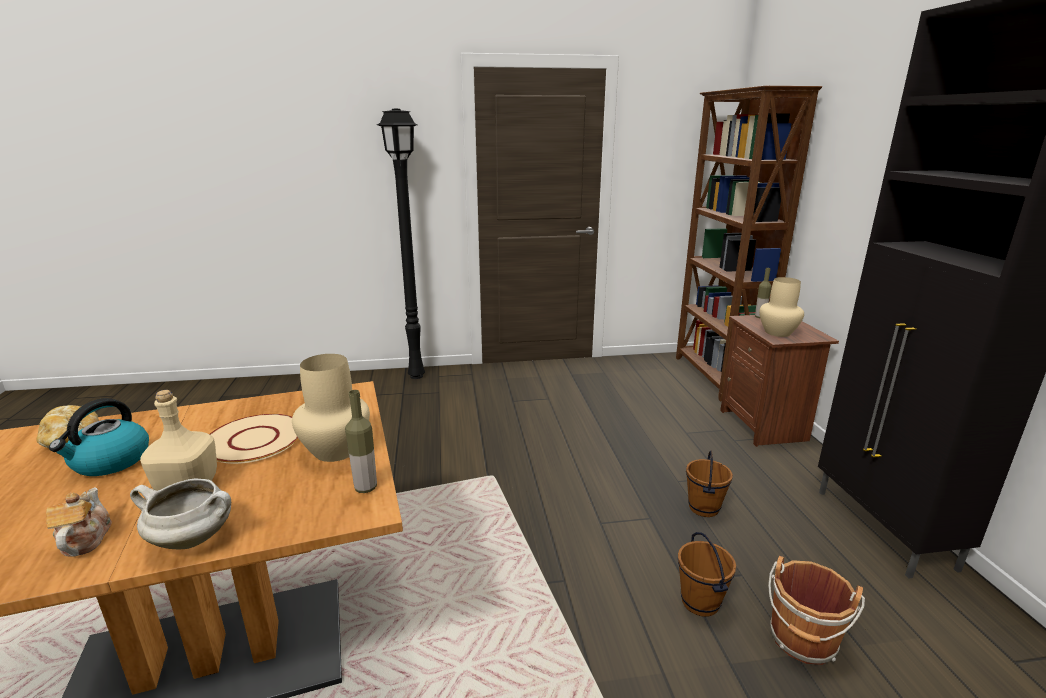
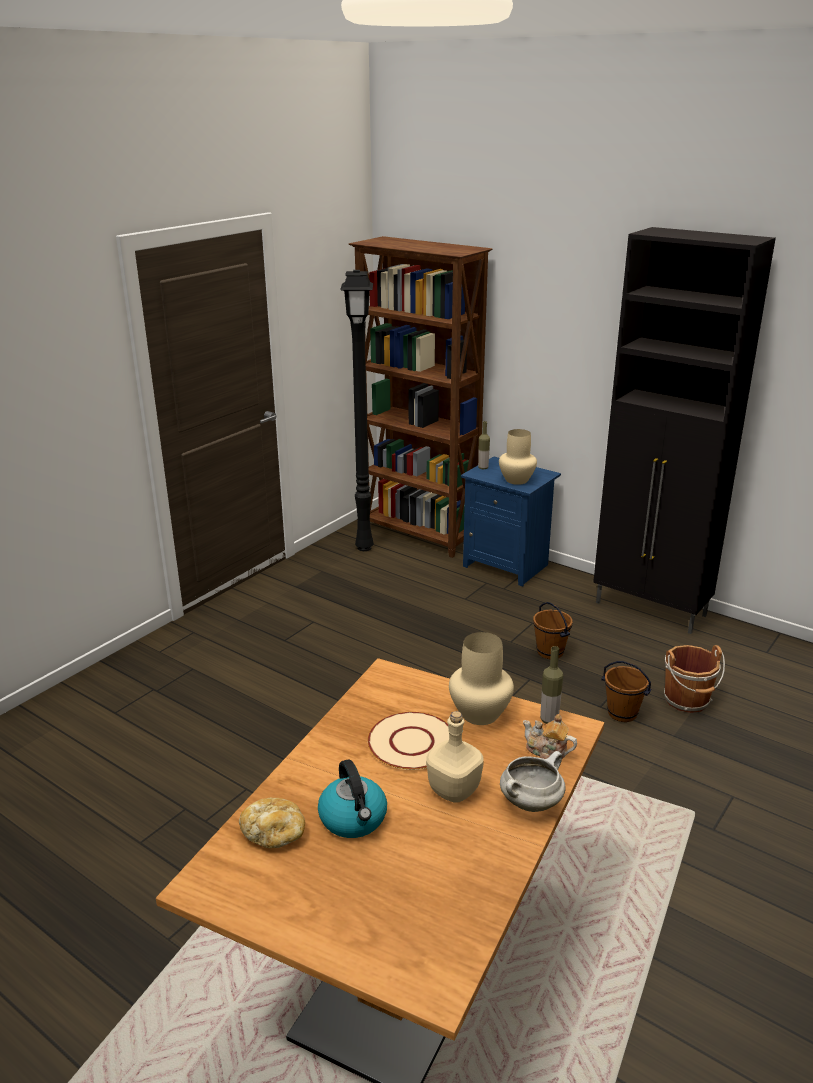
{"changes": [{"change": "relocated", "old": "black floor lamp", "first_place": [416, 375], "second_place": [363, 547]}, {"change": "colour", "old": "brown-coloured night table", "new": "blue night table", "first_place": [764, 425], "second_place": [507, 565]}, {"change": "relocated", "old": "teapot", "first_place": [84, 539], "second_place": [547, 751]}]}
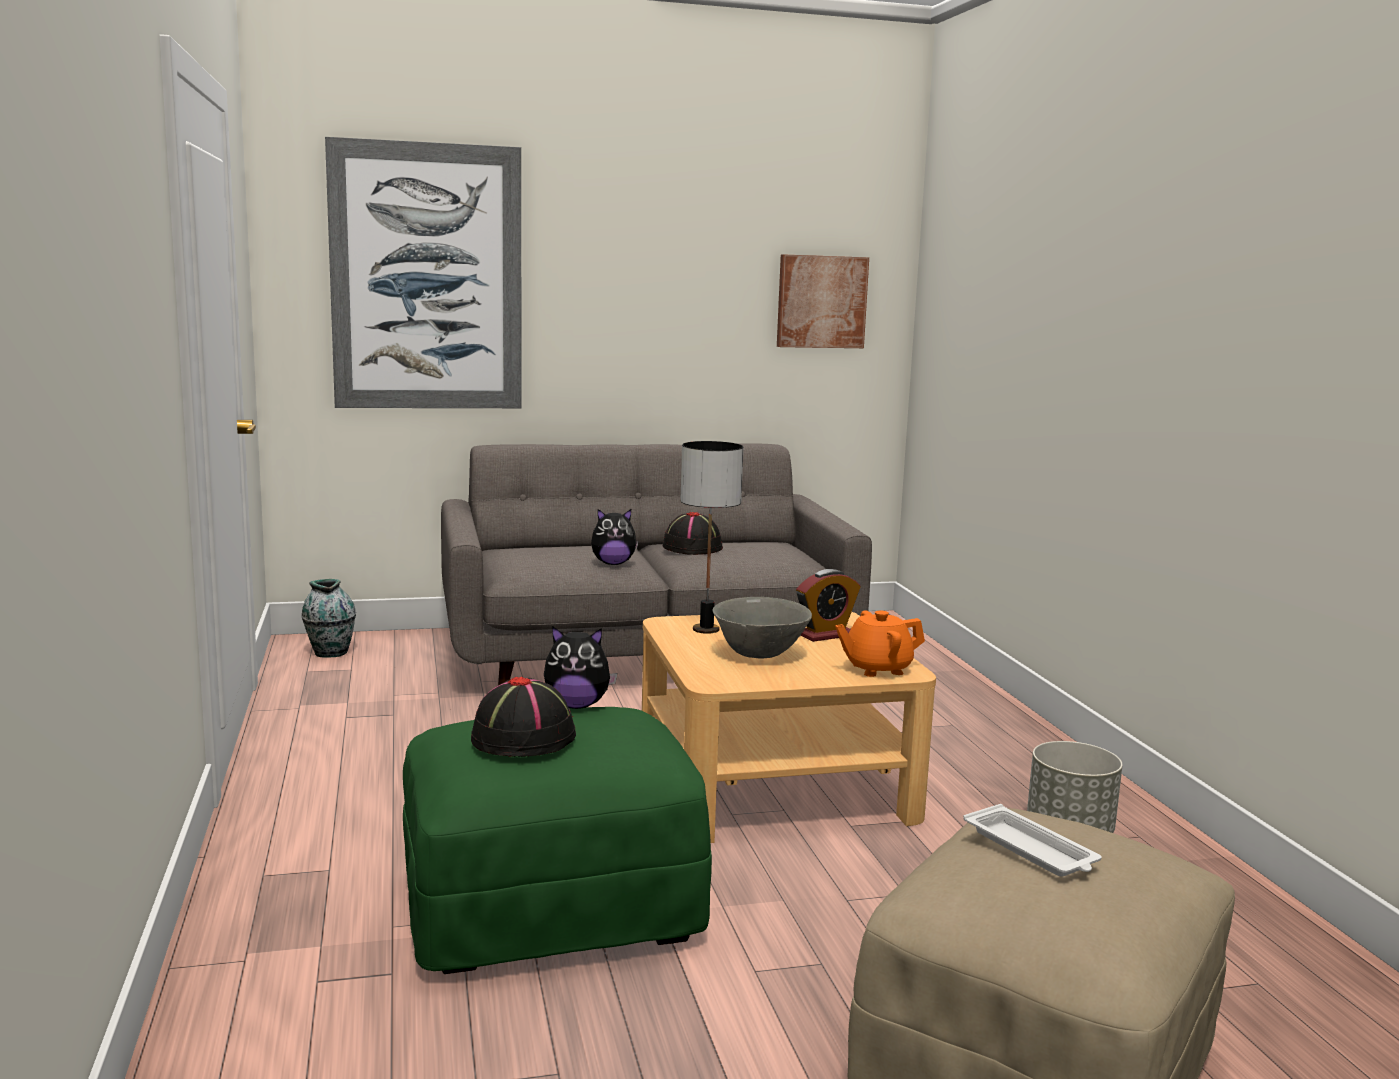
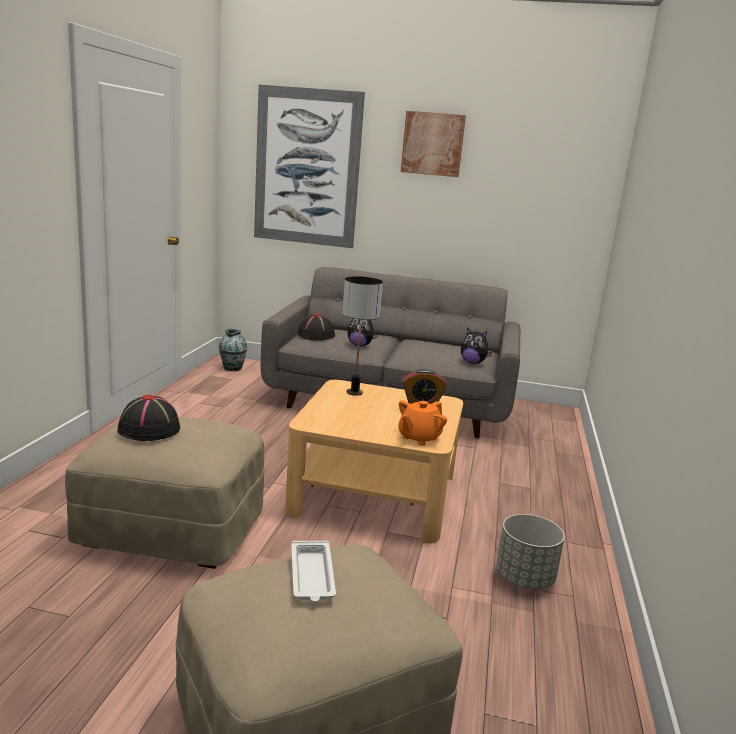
{"changes": [{"change": "colour", "old": "greenish footrest", "new": "beige footrest", "first_place": [552, 906], "second_place": [173, 527]}, {"change": "relocated", "old": "black clothing hat", "first_place": [693, 547], "second_place": [316, 335]}, {"change": "spun", "old": "orange teapot", "first_place": [877, 669], "second_place": [419, 438], "degrees": -60}, {"change": "relocated", "old": "wall picture", "first_place": [821, 301], "second_place": [432, 144]}, {"change": "relocated", "old": "plush toy", "first_place": [577, 705], "second_place": [473, 362]}, {"change": "missing", "old": "grey bowl", "first_place": [760, 655]}]}
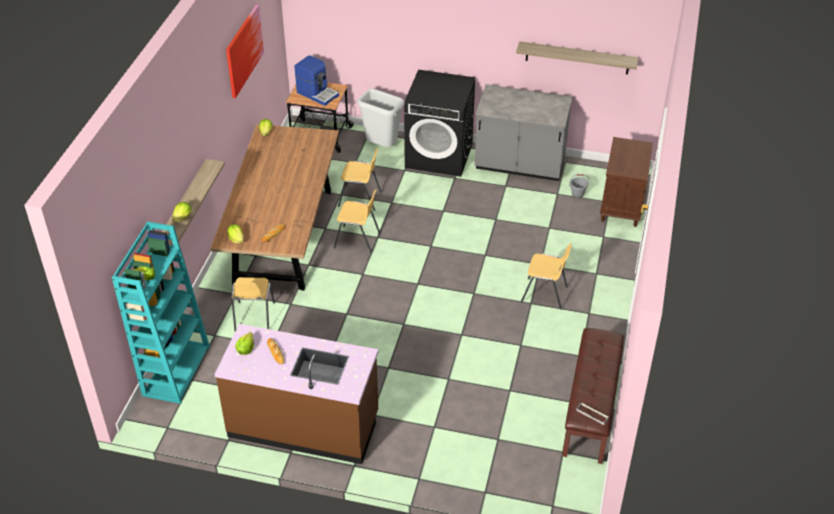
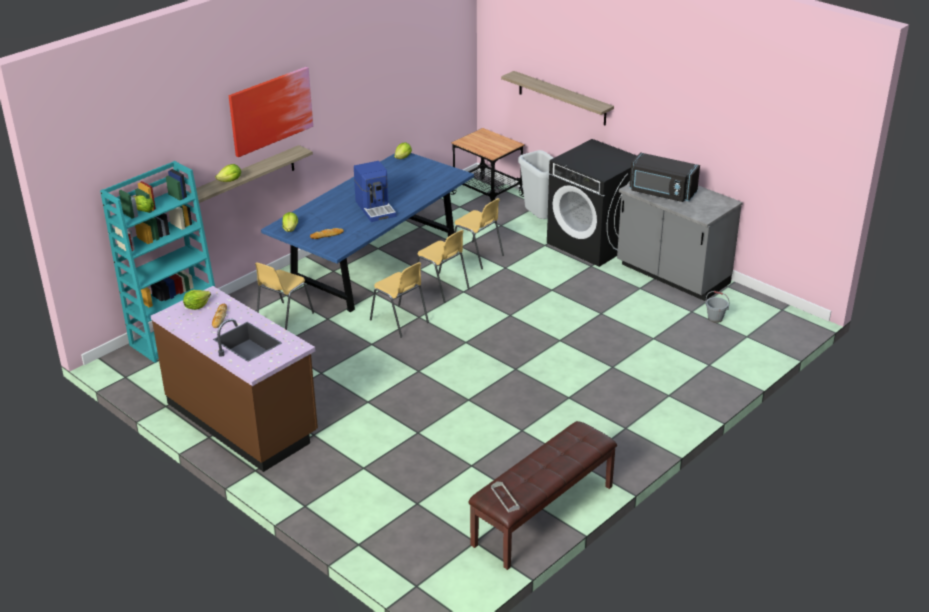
{"changes": [{"change": "relocated", "old": "wall picture", "first_place": [243, 50], "second_place": [270, 110]}, {"change": "colour", "old": "brown-coloured dinner table", "new": "blue dinner table", "first_place": [283, 235], "second_place": [374, 263]}, {"change": "relocated", "old": "coffee maker", "first_place": [317, 93], "second_place": [376, 208]}, {"change": "relocated", "old": "yellowish plain chair", "first_place": [545, 294], "second_place": [400, 321]}, {"change": "relocated", "old": "bracket shelf", "first_place": [577, 58], "second_place": [562, 98]}, {"change": "appeared", "new": "black microwave oven", "second_place": [661, 193]}, {"change": "missing", "old": "brown-coloured night table", "first_place": [622, 207]}]}
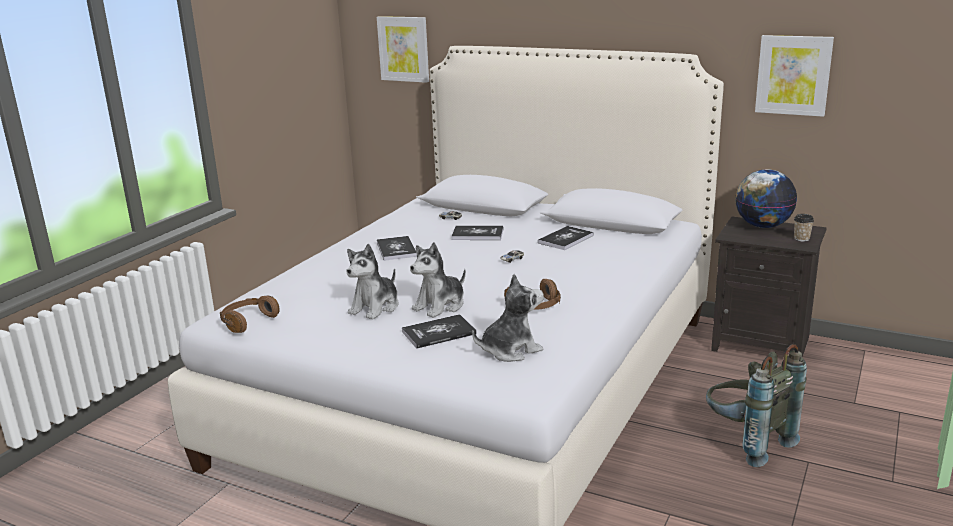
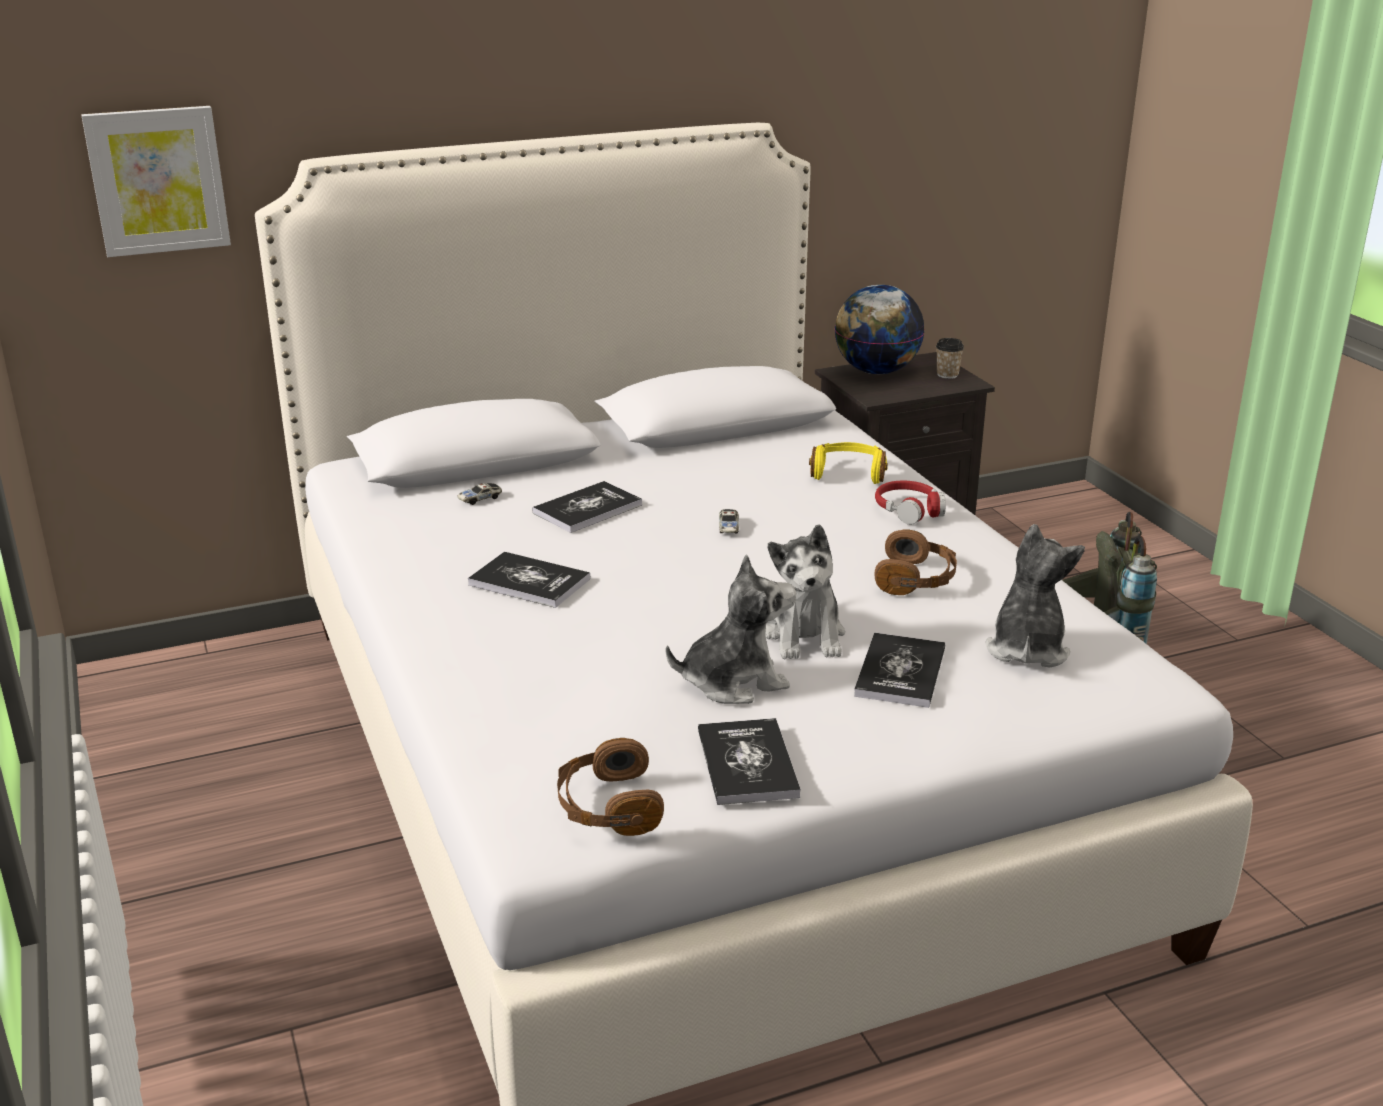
{"changes": [{"change": "spun", "old": "plush toy", "first_place": [375, 307], "second_place": [733, 682], "degrees": -90}, {"change": "relocated", "old": "bound book", "first_place": [565, 239], "second_place": [747, 763]}, {"change": "appeared", "new": "yellowish headset", "second_place": [848, 473]}, {"change": "appeared", "new": "red headset", "second_place": [909, 510]}, {"change": "missing", "old": "wall picture", "first_place": [793, 75]}]}
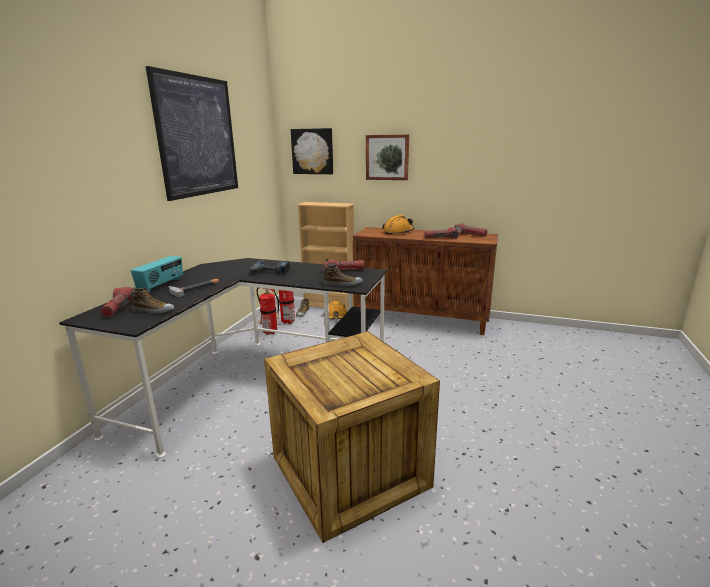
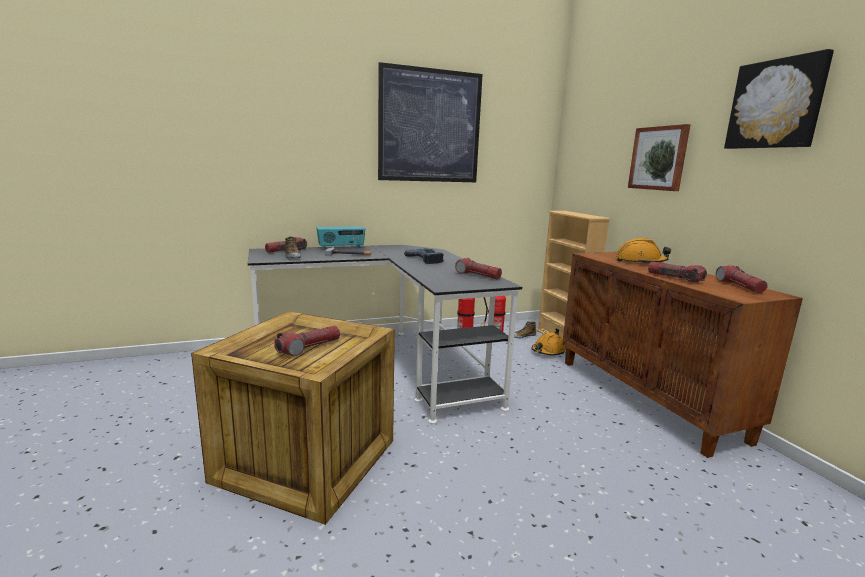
{"changes": [{"change": "appeared", "new": "hand torch", "second_place": [309, 348]}, {"change": "relocated", "old": "wall picture", "first_place": [313, 151], "second_place": [776, 104]}, {"change": "missing", "old": "low shoe", "first_place": [343, 284]}]}
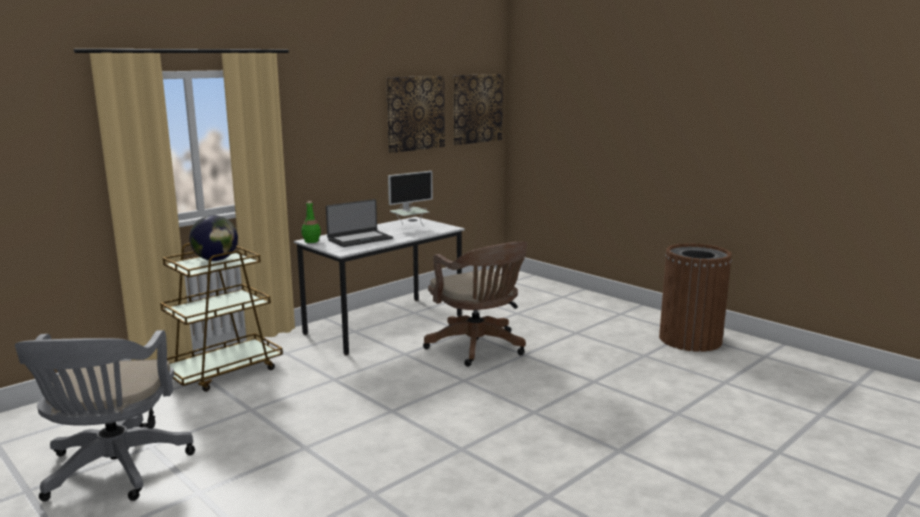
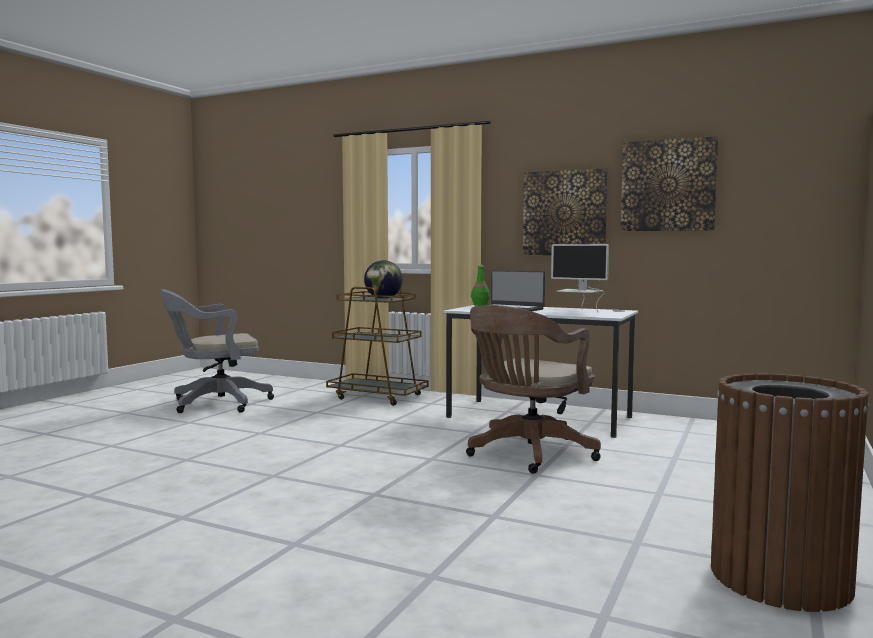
{"changes": [{"change": "relocated", "old": "wall picture", "first_place": [477, 108], "second_place": [564, 213]}]}
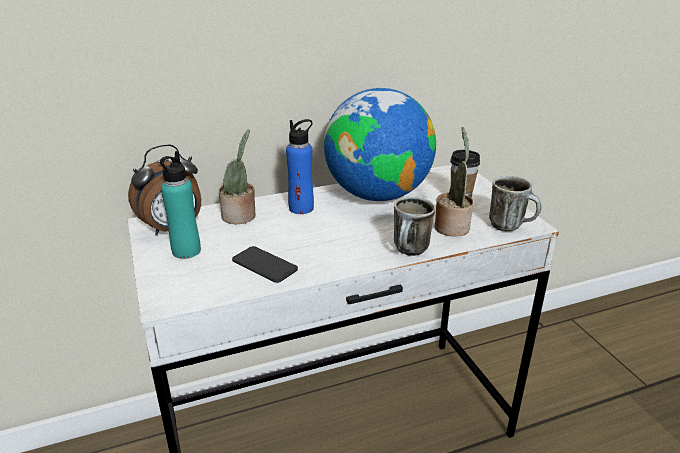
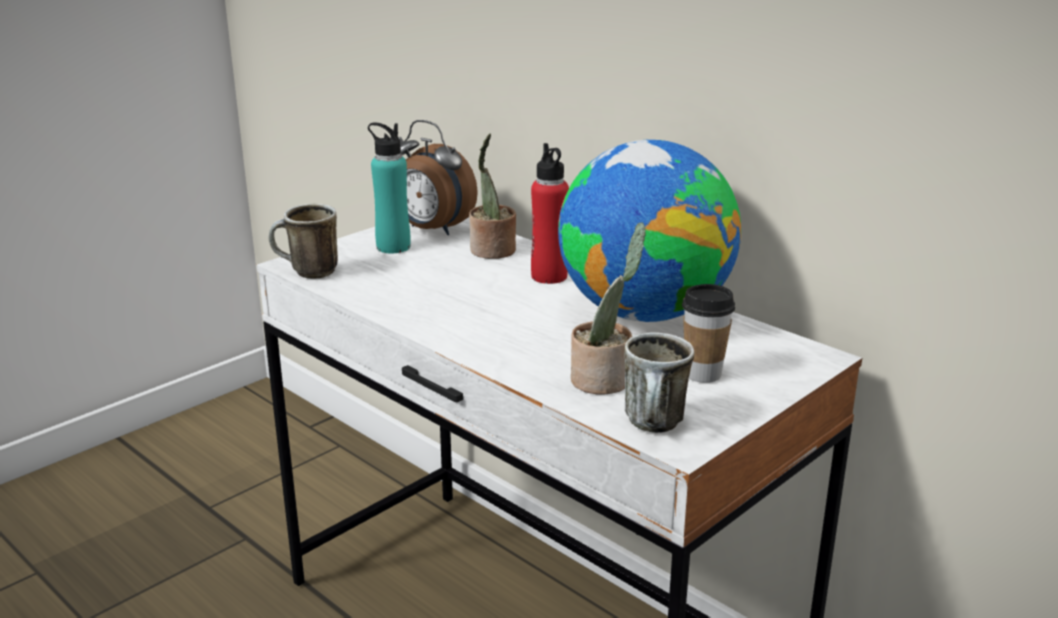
{"changes": [{"change": "relocated", "old": "coffee mug", "first_place": [411, 252], "second_place": [307, 273]}, {"change": "colour", "old": "blue drink bottle", "new": "red drink bottle", "first_place": [301, 208], "second_place": [549, 276]}, {"change": "missing", "old": "telephone", "first_place": [264, 265]}]}
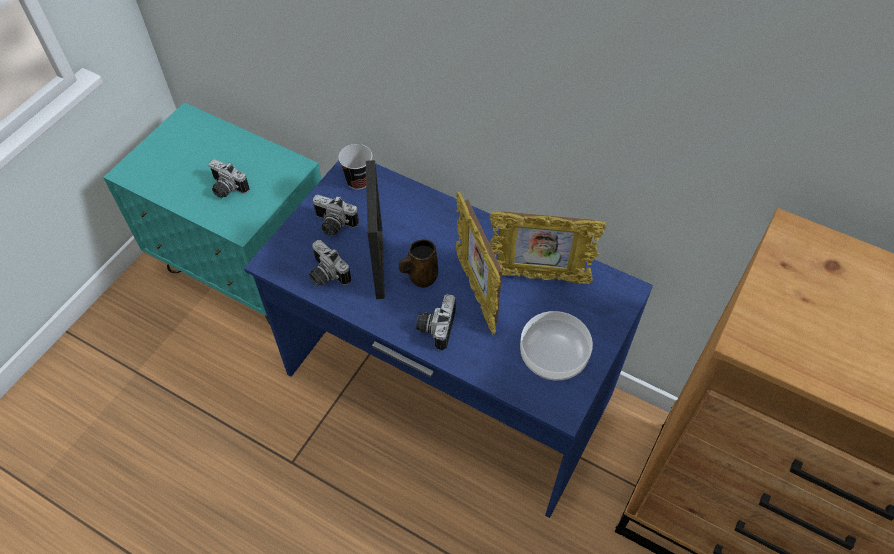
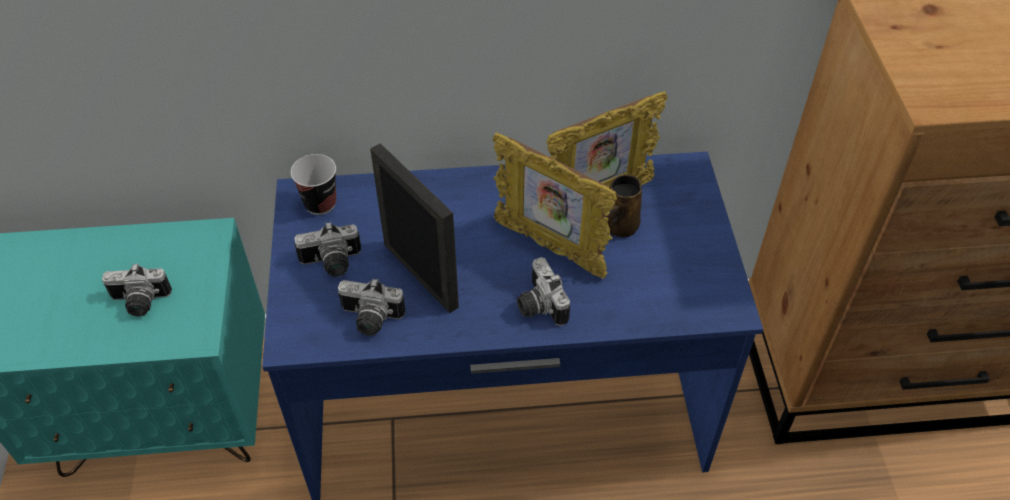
{"changes": [{"change": "relocated", "old": "brown-coloured coffee mug", "first_place": [421, 277], "second_place": [619, 227]}, {"change": "missing", "old": "bowl", "first_place": [553, 357]}]}
